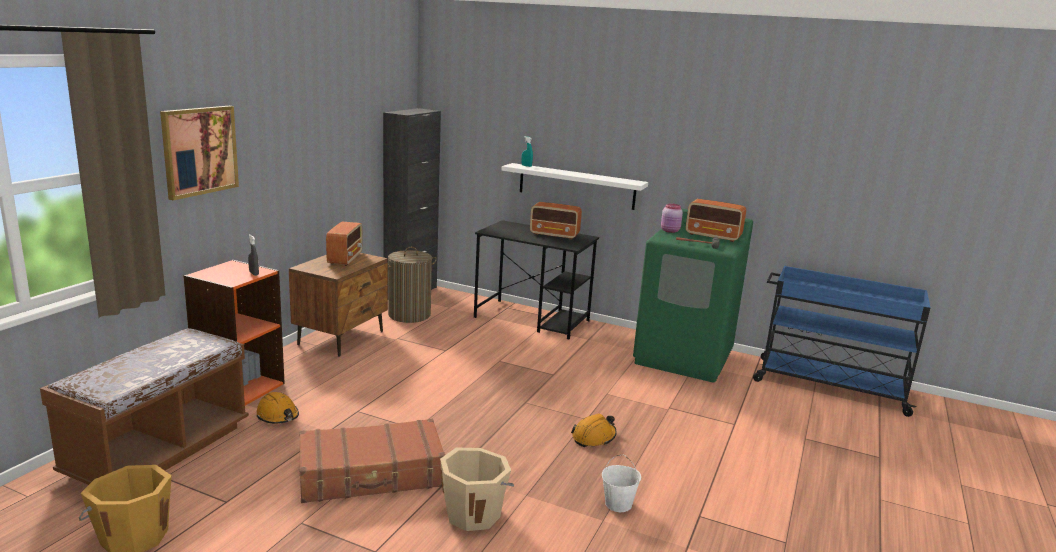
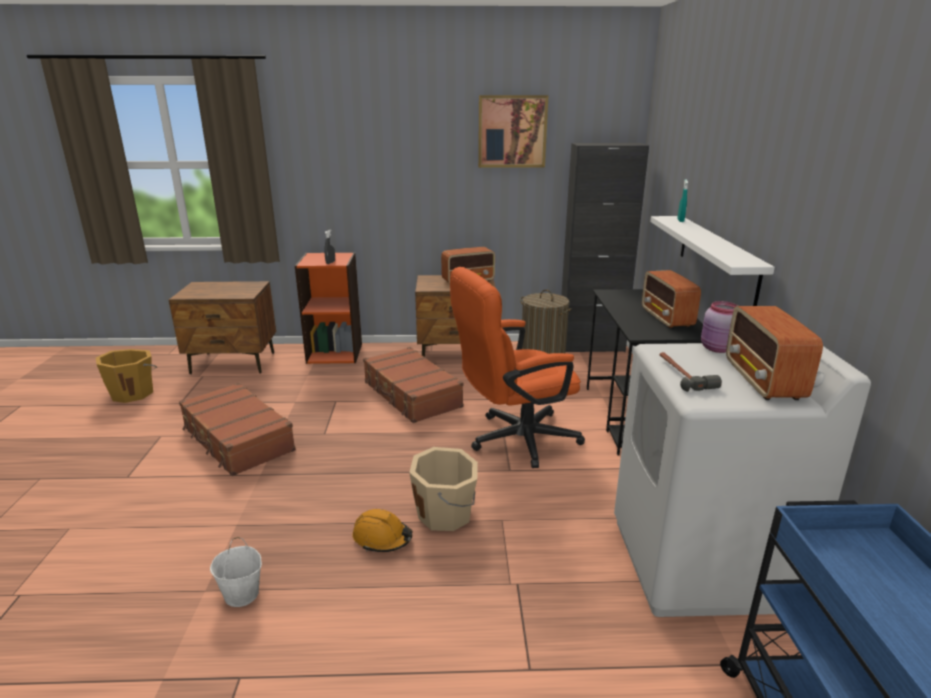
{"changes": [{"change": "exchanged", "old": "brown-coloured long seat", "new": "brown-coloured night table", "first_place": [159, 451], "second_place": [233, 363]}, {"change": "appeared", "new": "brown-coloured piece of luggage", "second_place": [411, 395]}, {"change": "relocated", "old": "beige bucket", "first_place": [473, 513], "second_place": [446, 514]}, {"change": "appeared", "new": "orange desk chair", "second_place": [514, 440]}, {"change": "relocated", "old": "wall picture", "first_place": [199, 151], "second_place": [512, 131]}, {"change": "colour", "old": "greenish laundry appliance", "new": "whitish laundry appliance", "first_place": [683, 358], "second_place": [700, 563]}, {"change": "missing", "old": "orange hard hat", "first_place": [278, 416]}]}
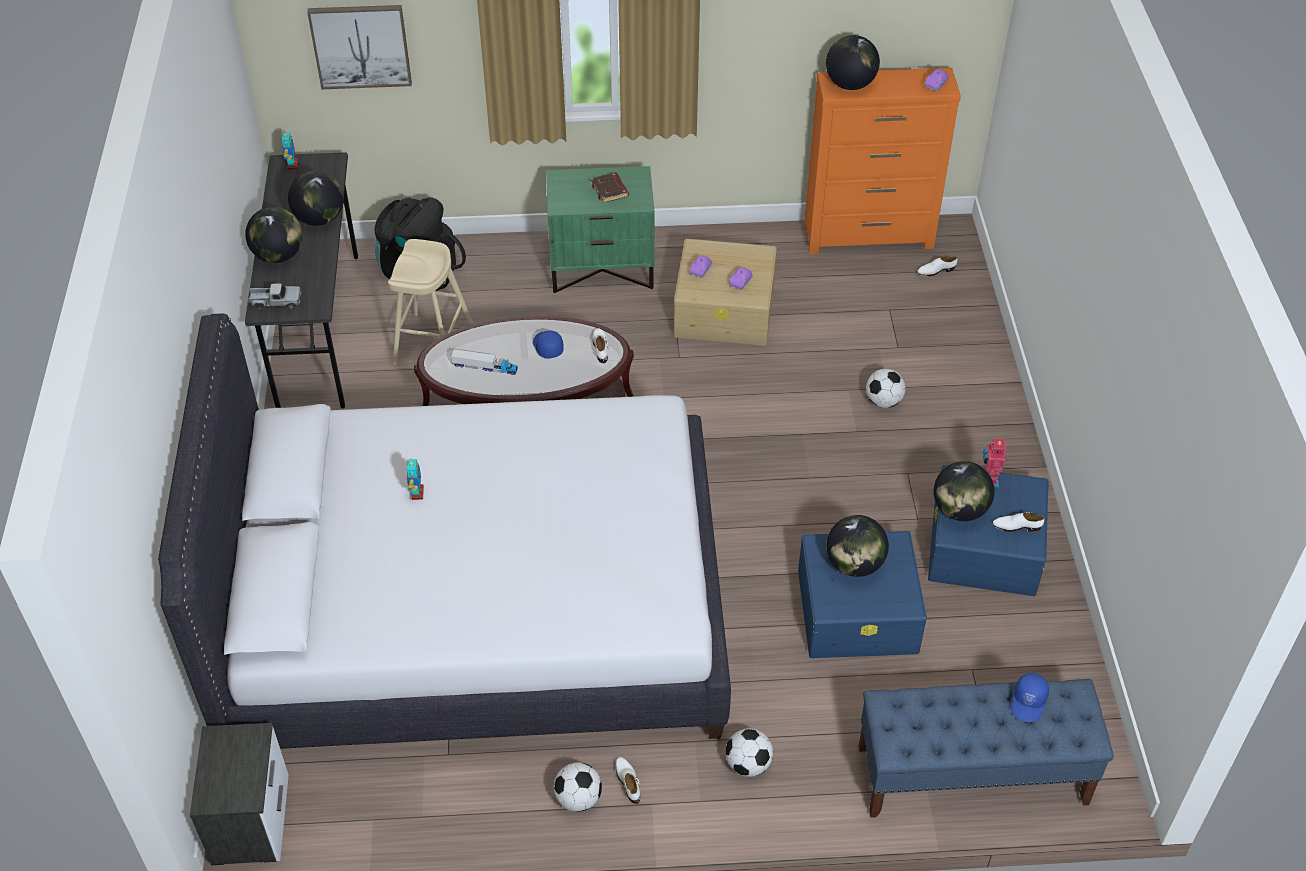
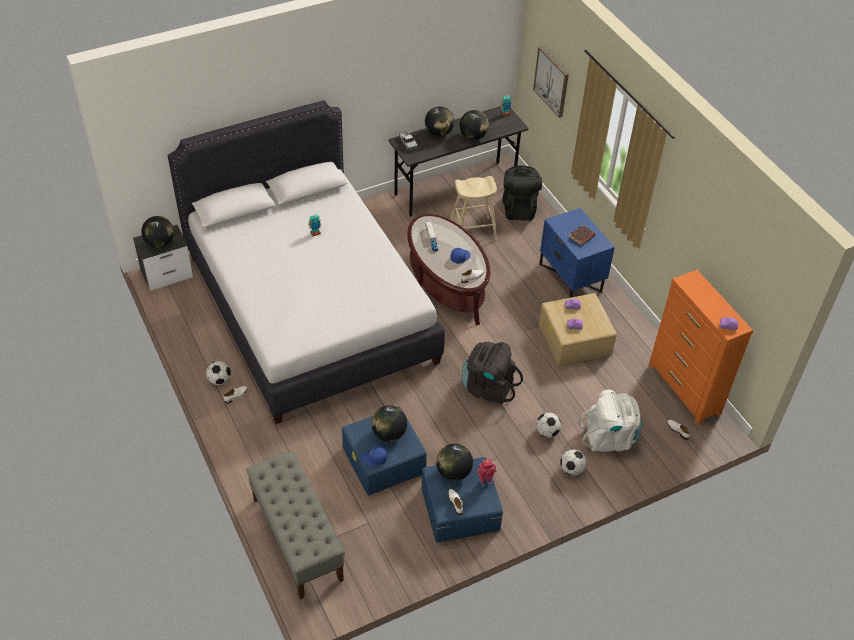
{"changes": [{"change": "relocated", "old": "globe", "first_place": [850, 84], "second_place": [160, 243]}, {"change": "colour", "old": "blue long seat", "new": "grey long seat", "first_place": [971, 775], "second_place": [297, 538]}, {"change": "relocated", "old": "blue cap", "first_place": [1029, 702], "second_place": [374, 459]}, {"change": "appeared", "new": "black rucksack", "second_place": [488, 387]}, {"change": "colour", "old": "greenish night table", "new": "blue night table", "first_place": [602, 269], "second_place": [571, 278]}, {"change": "relocated", "old": "ball for football", "first_place": [748, 764], "second_place": [571, 469]}, {"change": "appeared", "new": "whitish rucksack", "second_place": [609, 438]}]}
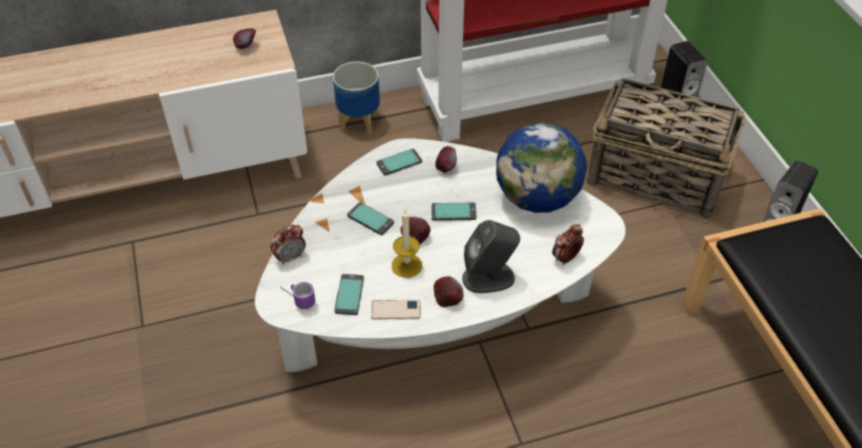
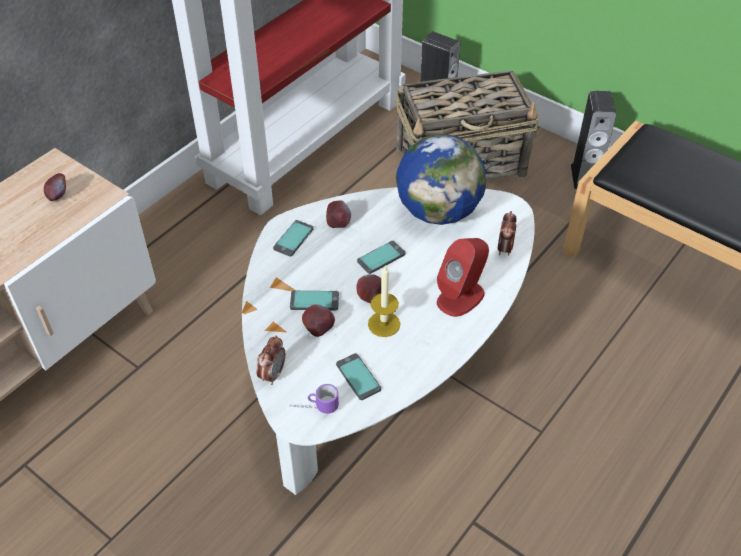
{"changes": [{"change": "relocated", "old": "apple", "first_place": [448, 299], "second_place": [319, 327]}, {"change": "colour", "old": "grey speaker", "new": "red speaker", "first_place": [489, 277], "second_place": [461, 297]}, {"change": "missing", "old": "planter", "first_place": [359, 122]}, {"change": "missing", "old": "telephone", "first_place": [396, 310]}]}
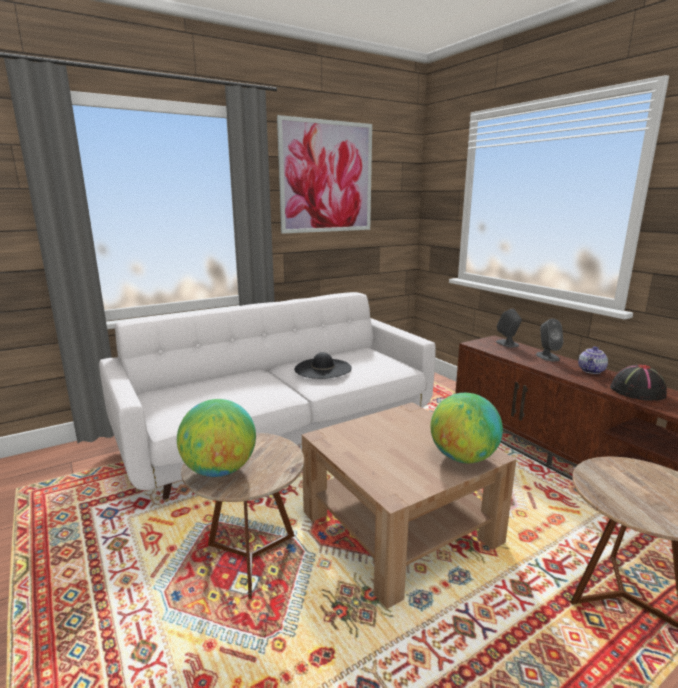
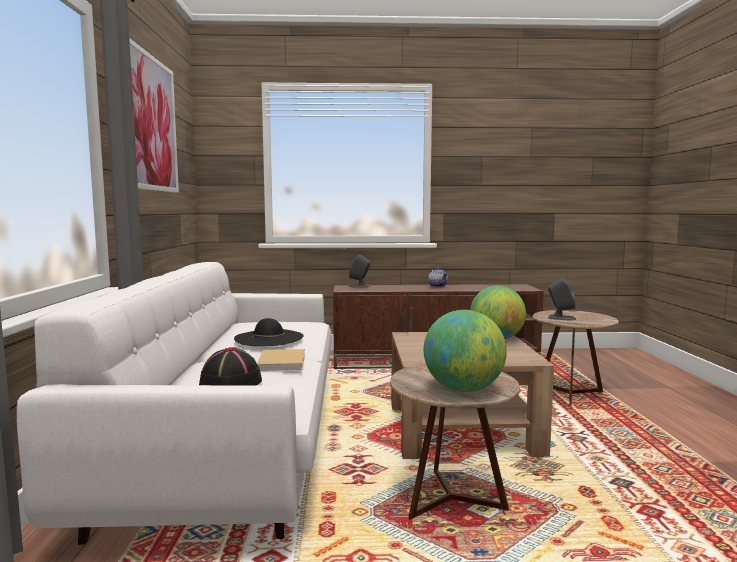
{"changes": [{"change": "relocated", "old": "black clothing hat", "first_place": [637, 392], "second_place": [230, 383]}, {"change": "appeared", "new": "beige bound book", "second_place": [282, 361]}, {"change": "relocated", "old": "grey speaker", "first_place": [547, 356], "second_place": [561, 318]}]}
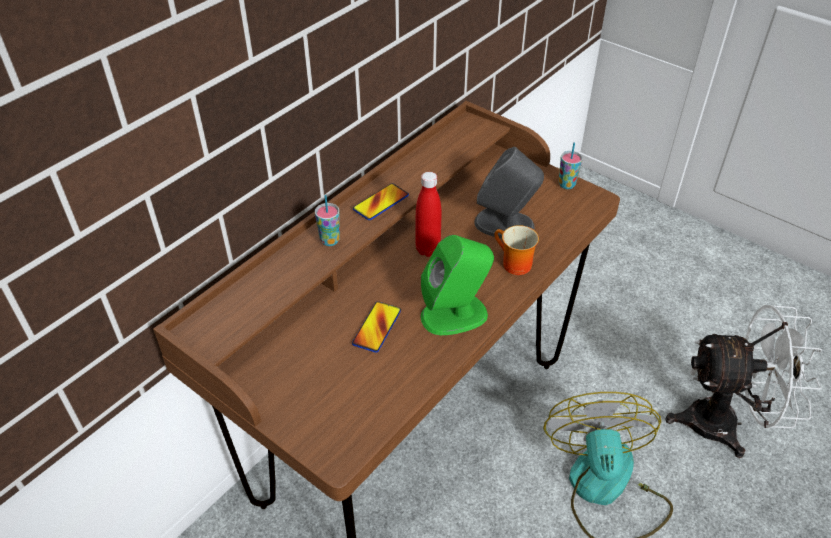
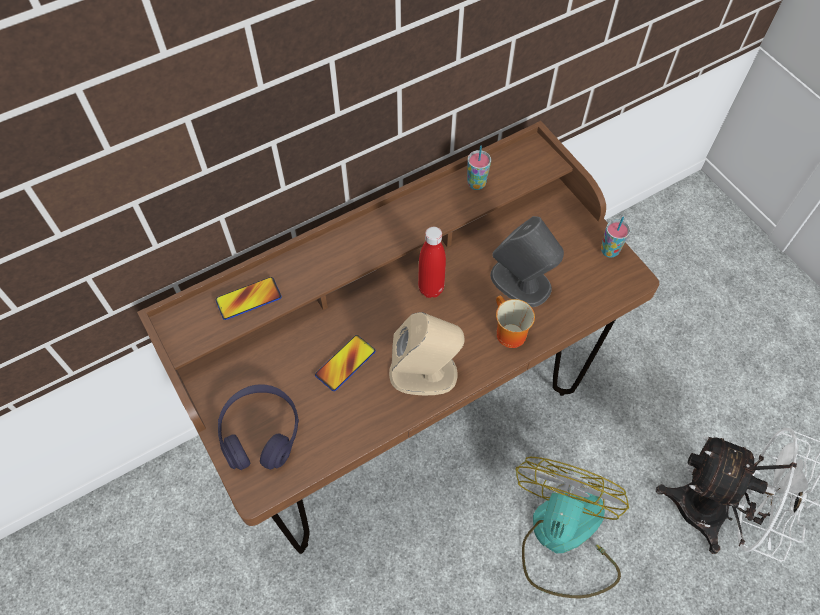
{"changes": [{"change": "relocated", "old": "telephone", "first_place": [381, 202], "second_place": [248, 299]}, {"change": "appeared", "new": "purple-coloured headset", "second_place": [260, 433]}, {"change": "colour", "old": "greenish speaker", "new": "beige speaker", "first_place": [455, 315], "second_place": [424, 373]}, {"change": "relocated", "old": "drinking cup", "first_place": [330, 240], "second_place": [476, 184]}]}
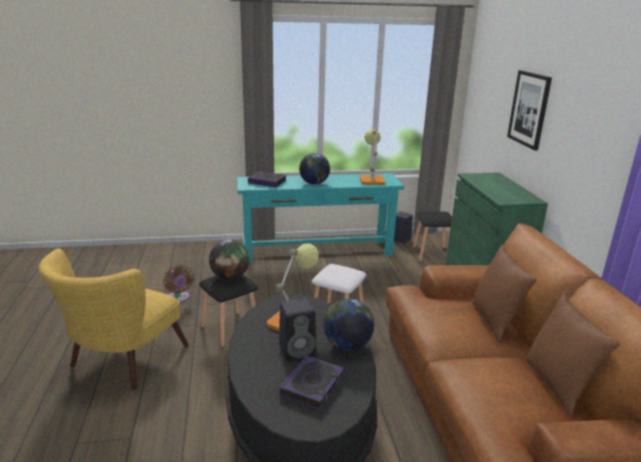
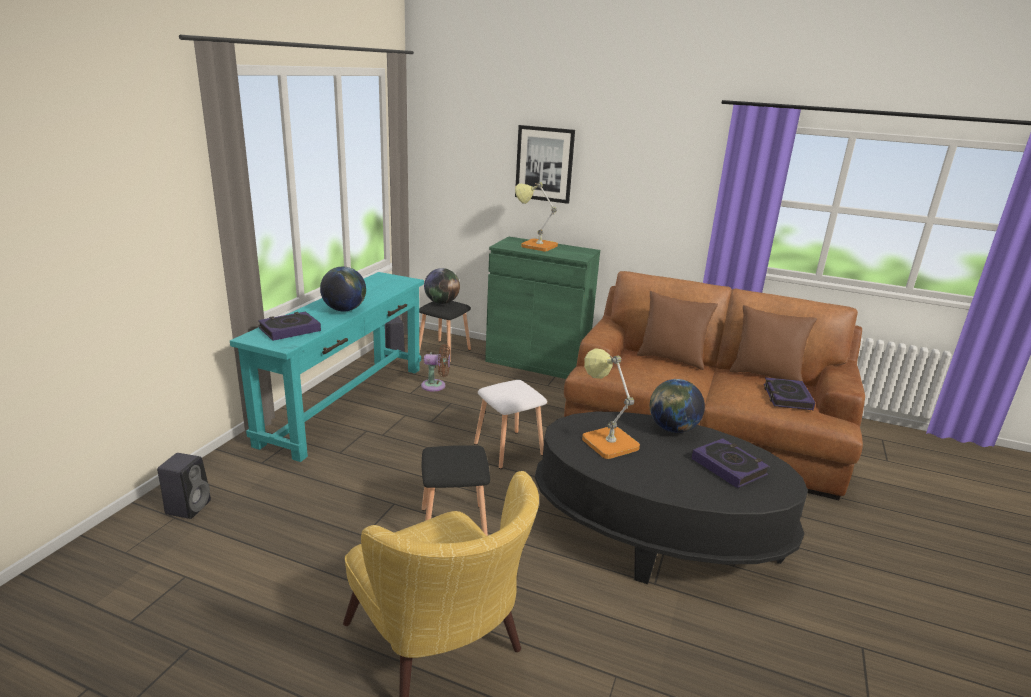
{"changes": [{"change": "relocated", "old": "black speaker", "first_place": [298, 350], "second_place": [189, 506]}, {"change": "relocated", "old": "brown-coloured cooling fan", "first_place": [179, 299], "second_place": [436, 386]}, {"change": "relocated", "old": "globe", "first_place": [230, 277], "second_place": [442, 302]}, {"change": "relocated", "old": "lamp for a table", "first_place": [371, 179], "second_place": [534, 245]}, {"change": "appeared", "new": "bound book", "second_place": [787, 397]}]}
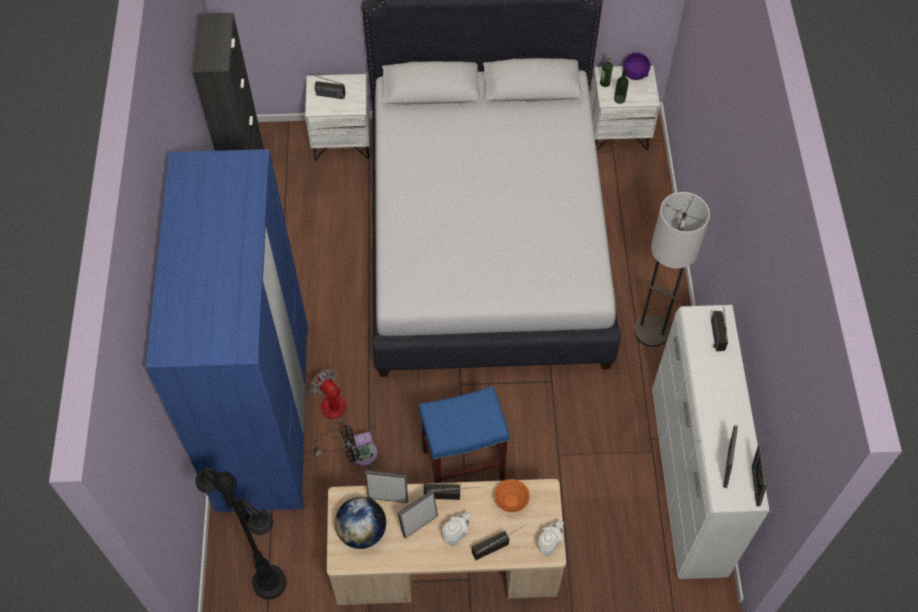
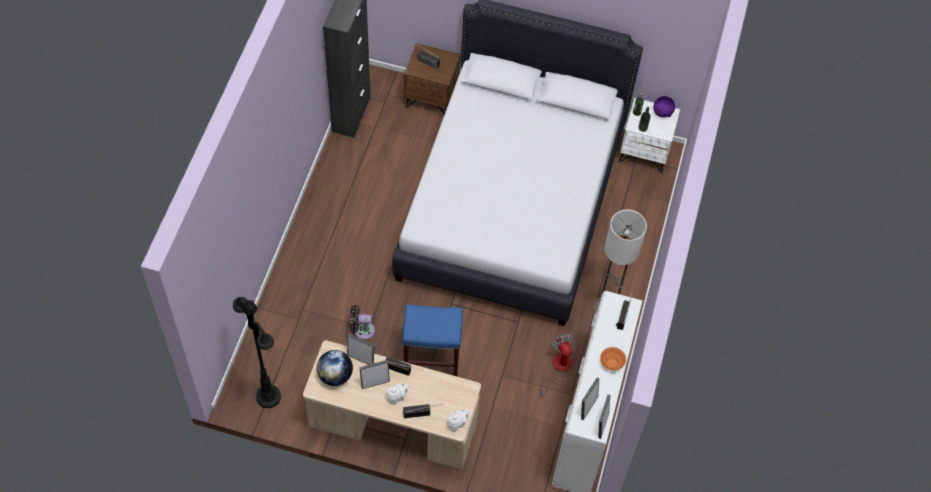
{"changes": [{"change": "colour", "old": "whitish night table", "new": "brown-coloured night table", "first_place": [342, 140], "second_place": [432, 97]}, {"change": "relocated", "old": "cooling fan", "first_place": [331, 416], "second_place": [558, 368]}, {"change": "relocated", "old": "orange bowl", "first_place": [511, 500], "second_place": [611, 363]}, {"change": "missing", "old": "blue clothes cupboard", "first_place": [264, 415]}]}
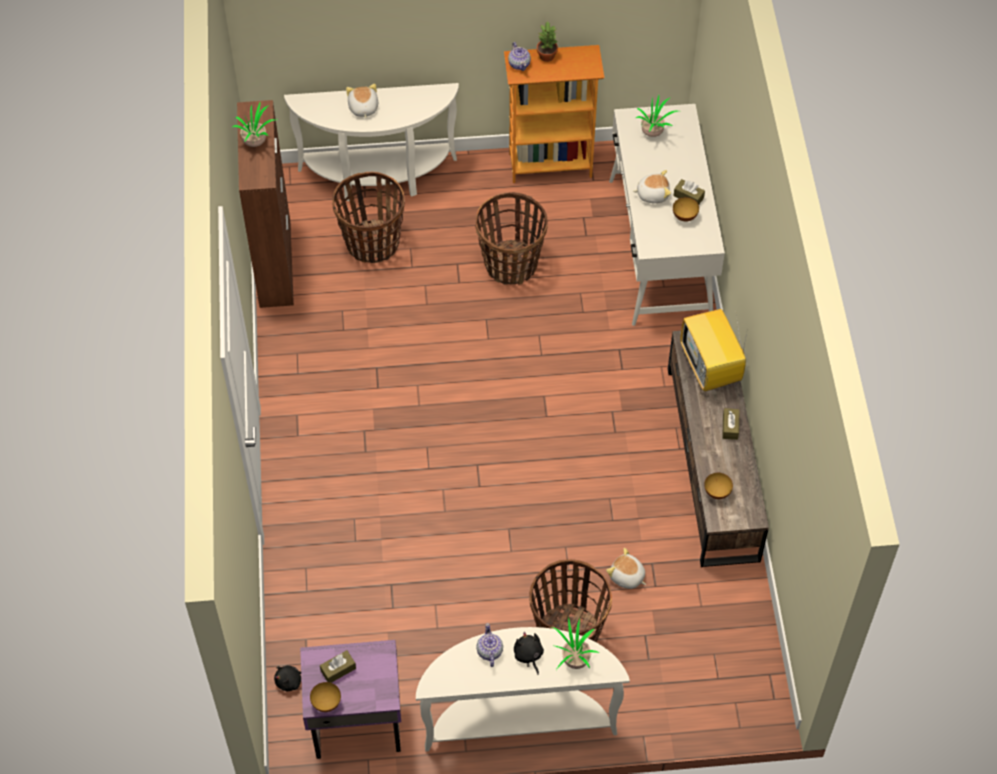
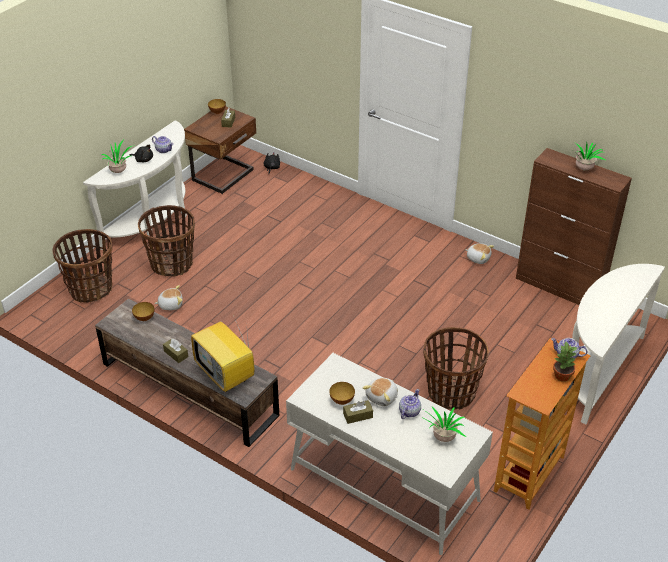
{"changes": [{"change": "relocated", "old": "basket", "first_place": [372, 243], "second_place": [91, 289]}, {"change": "colour", "old": "purple-coloured night table", "new": "brown-coloured night table", "first_place": [356, 722], "second_place": [224, 176]}, {"change": "spun", "old": "television", "first_place": [711, 368], "second_place": [226, 375], "degrees": -150}, {"change": "appeared", "new": "teapot", "second_place": [409, 411]}, {"change": "relocated", "old": "plush toy", "first_place": [363, 108], "second_place": [478, 258]}]}
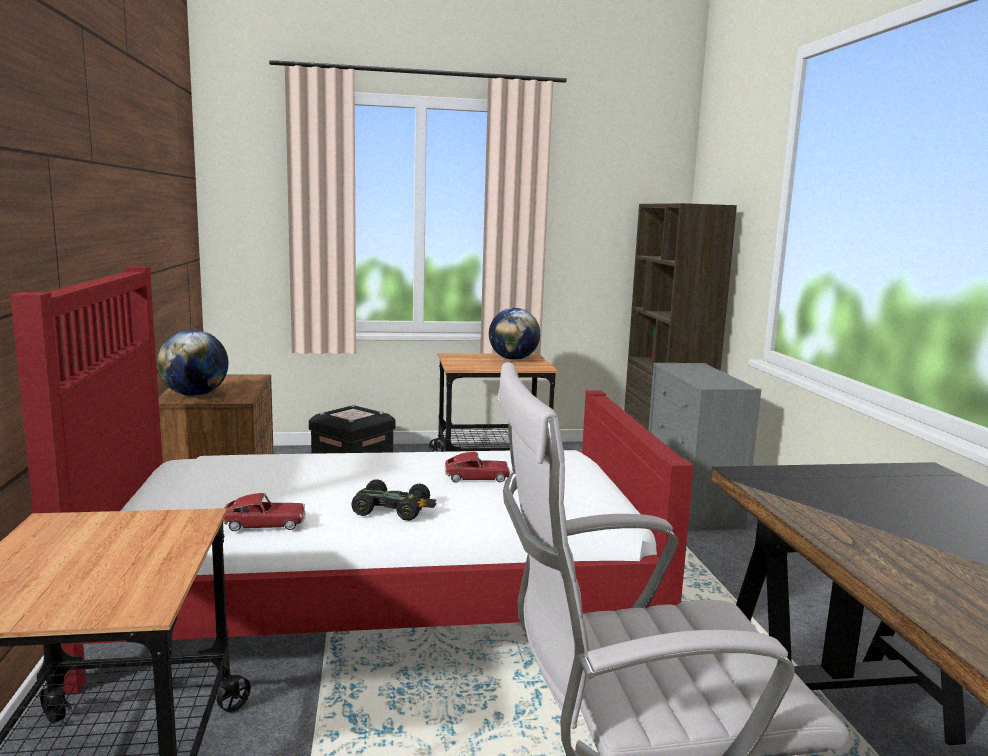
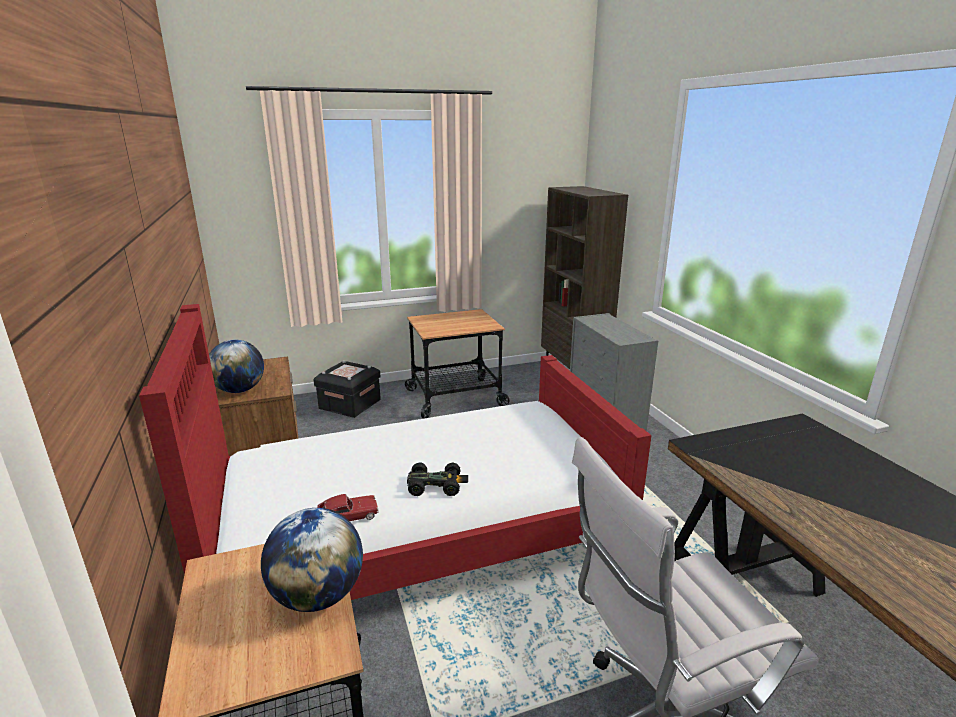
{"changes": [{"change": "relocated", "old": "globe", "first_place": [513, 359], "second_place": [318, 596]}, {"change": "missing", "old": "model car", "first_place": [476, 478]}]}
